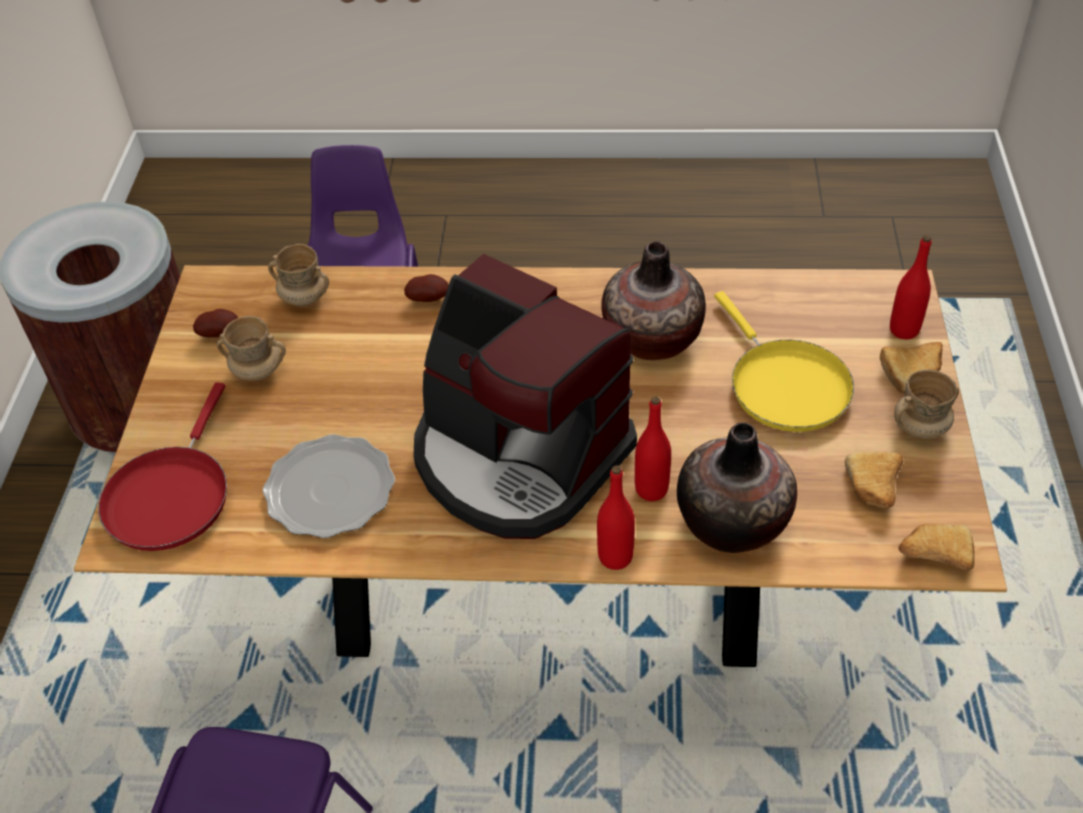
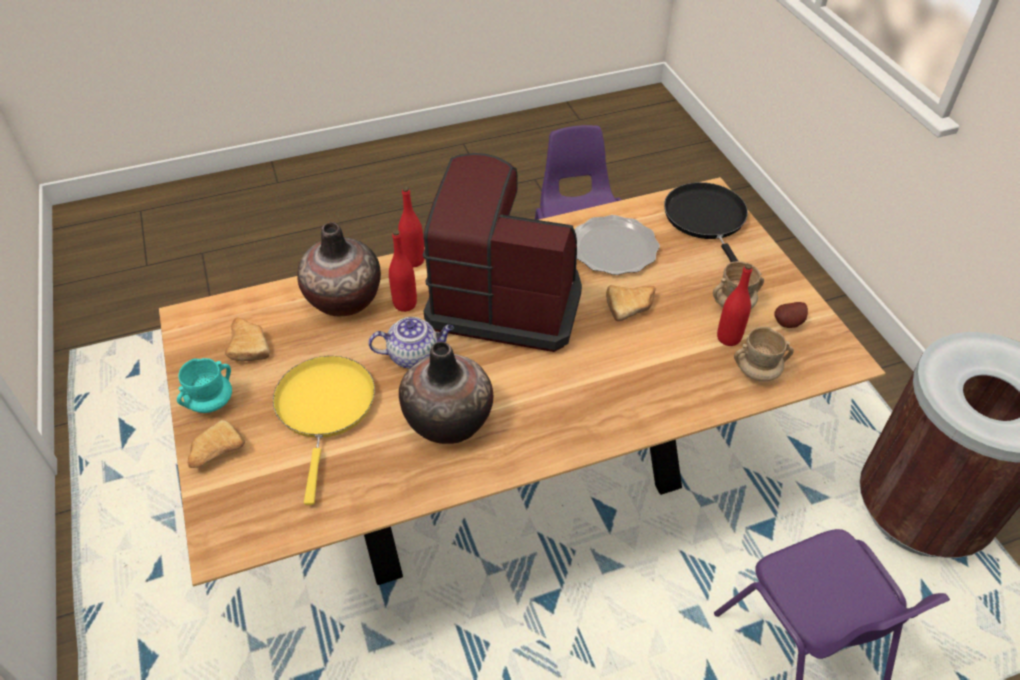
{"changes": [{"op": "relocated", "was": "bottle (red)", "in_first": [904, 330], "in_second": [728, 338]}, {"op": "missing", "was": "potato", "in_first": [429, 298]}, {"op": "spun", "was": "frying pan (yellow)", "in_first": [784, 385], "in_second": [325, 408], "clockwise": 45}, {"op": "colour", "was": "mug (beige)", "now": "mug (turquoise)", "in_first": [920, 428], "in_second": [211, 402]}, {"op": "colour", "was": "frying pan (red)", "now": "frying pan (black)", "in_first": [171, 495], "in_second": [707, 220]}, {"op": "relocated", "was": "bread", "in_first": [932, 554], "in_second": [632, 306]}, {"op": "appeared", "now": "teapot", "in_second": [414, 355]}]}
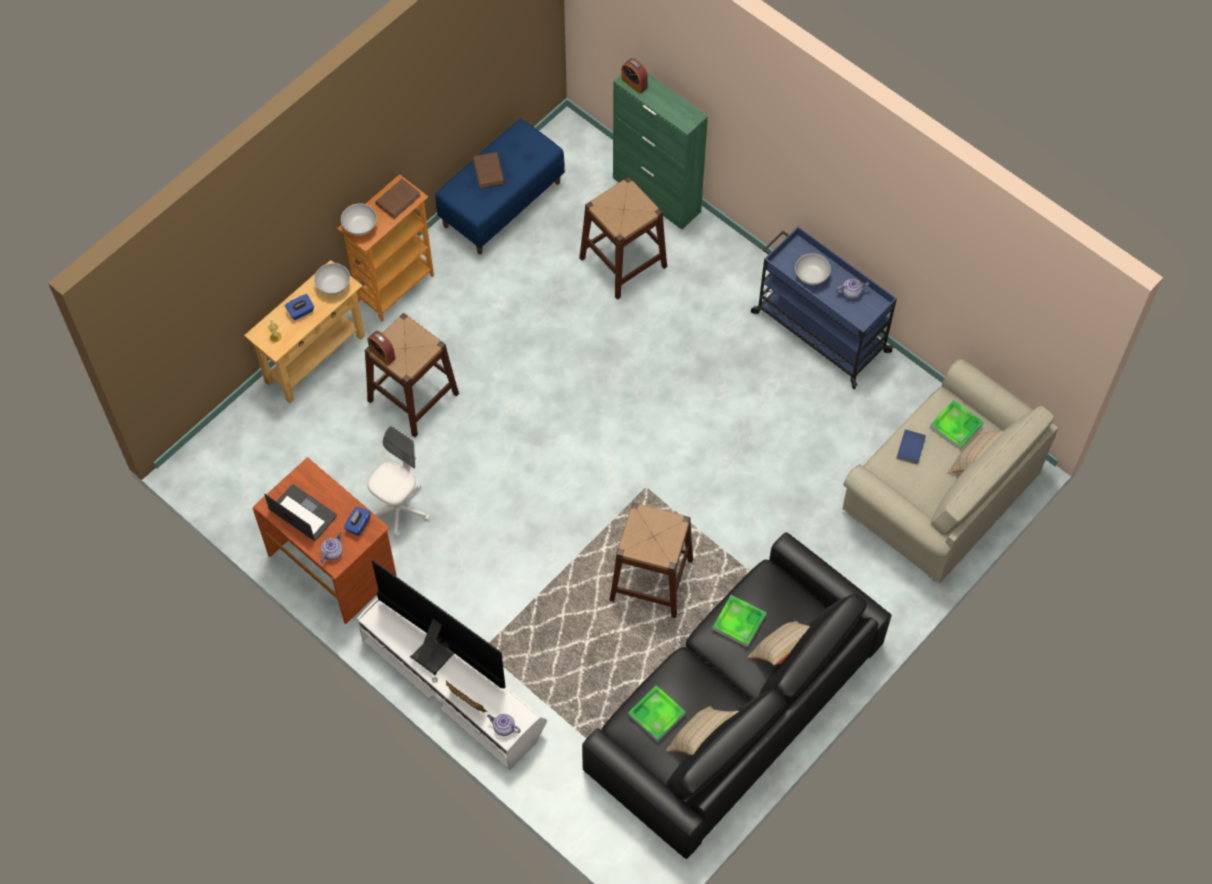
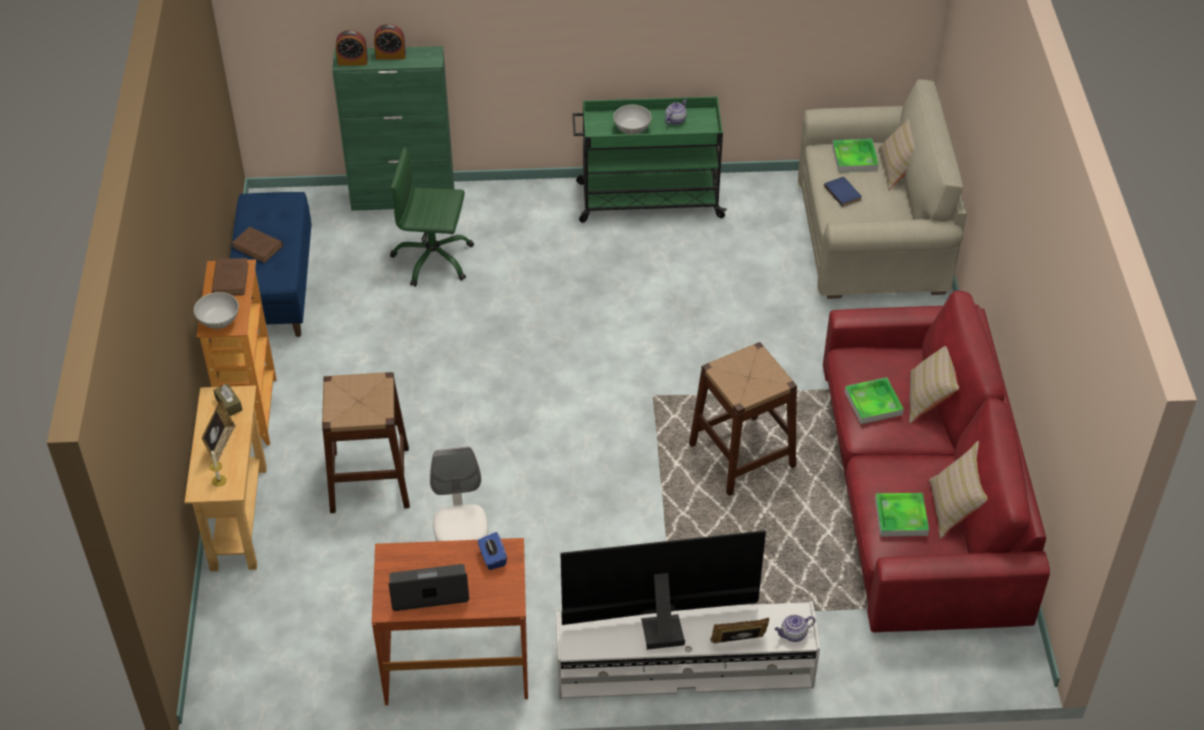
{"changes": [{"op": "exchanged", "was": "stool (brown)", "now": "office chair (green)", "in_first": [623, 262], "in_second": [433, 259]}, {"op": "colour", "was": "cart (blue)", "now": "cart (green)", "in_first": [819, 331], "in_second": [647, 200]}, {"op": "exchanged", "was": "bowl (white)", "now": "tissue box (brown)", "in_first": [333, 286], "in_second": [228, 404]}, {"op": "exchanged", "was": "tissue box (blue)", "now": "picture frame", "in_first": [301, 312], "in_second": [220, 445]}, {"op": "relocated", "was": "alarm clock", "in_first": [382, 354], "in_second": [390, 55]}, {"op": "missing", "was": "teapot", "in_first": [332, 552]}, {"op": "colour", "was": "sofa (black)", "now": "sofa (red)", "in_first": [733, 705], "in_second": [918, 490]}]}
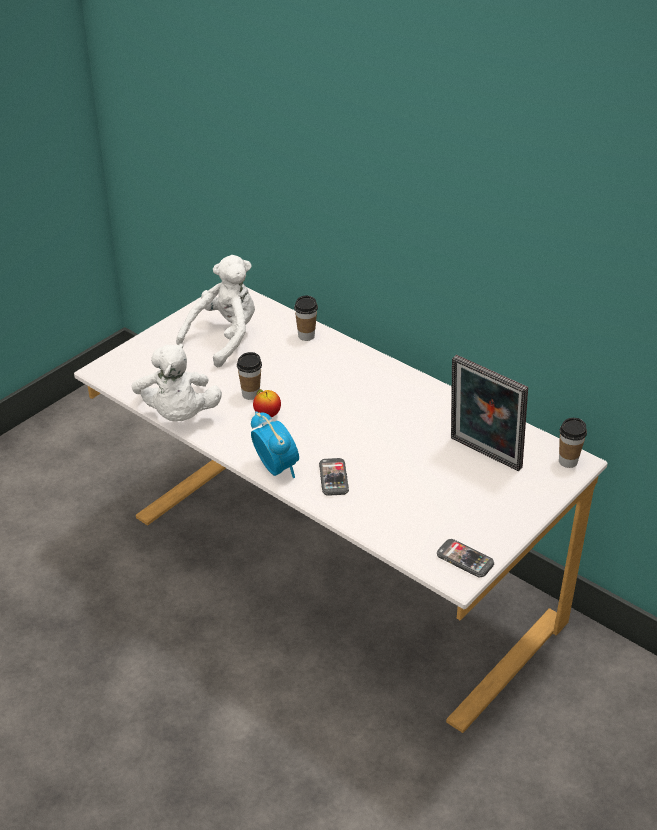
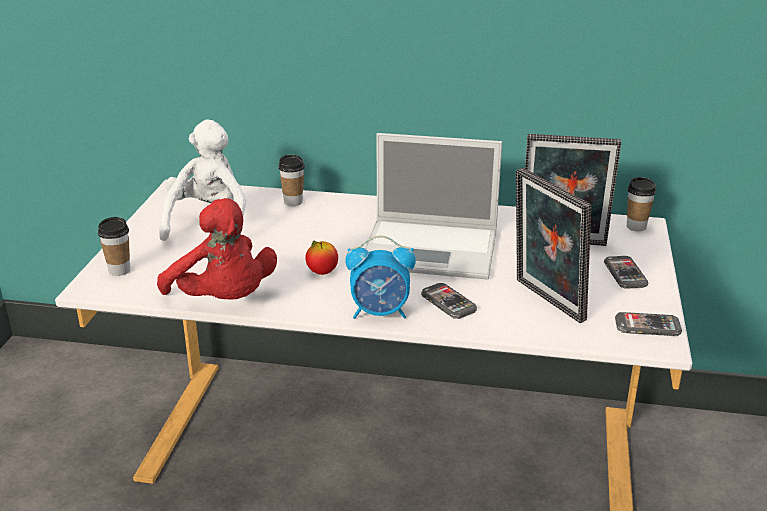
{"changes": [{"op": "colour", "was": "plush toy (white)", "now": "plush toy (red)", "in_first": [178, 415], "in_second": [224, 300]}, {"op": "relocated", "was": "cup", "in_first": [250, 394], "in_second": [119, 270]}, {"op": "spun", "was": "alarm clock", "in_first": [276, 468], "in_second": [380, 313], "clockwise": 150}, {"op": "appeared", "now": "laptop", "in_second": [433, 249]}, {"op": "appeared", "now": "picture frame", "in_second": [545, 301]}, {"op": "appeared", "now": "phone", "in_second": [625, 274]}]}
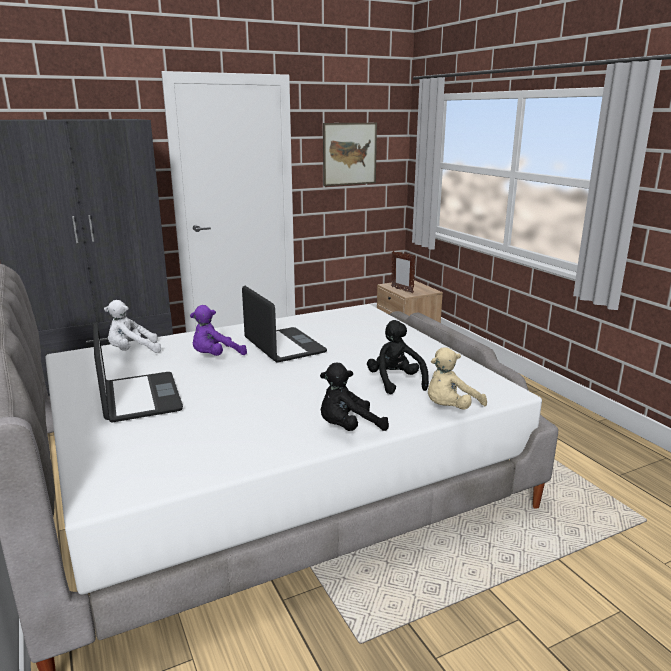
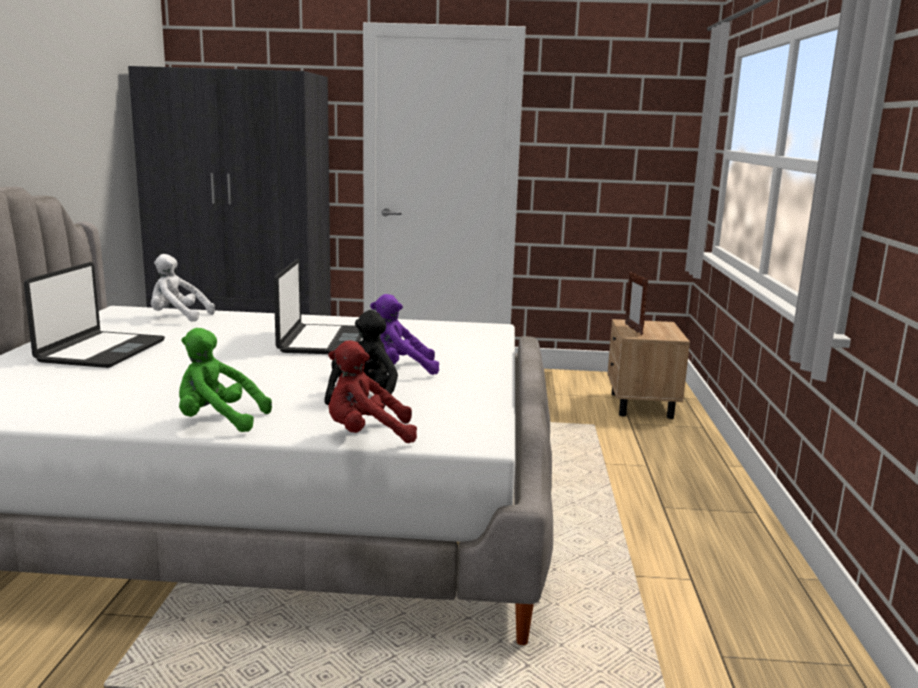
{"changes": [{"op": "missing", "was": "picture", "in_first": [349, 154]}, {"op": "relocated", "was": "plush toy (purple)", "in_first": [216, 357], "in_second": [399, 370]}, {"op": "colour", "was": "plush toy (beige)", "now": "plush toy (red)", "in_first": [450, 408], "in_second": [367, 435]}, {"op": "colour", "was": "plush toy (black)", "now": "plush toy (green)", "in_first": [348, 428], "in_second": [217, 421]}]}
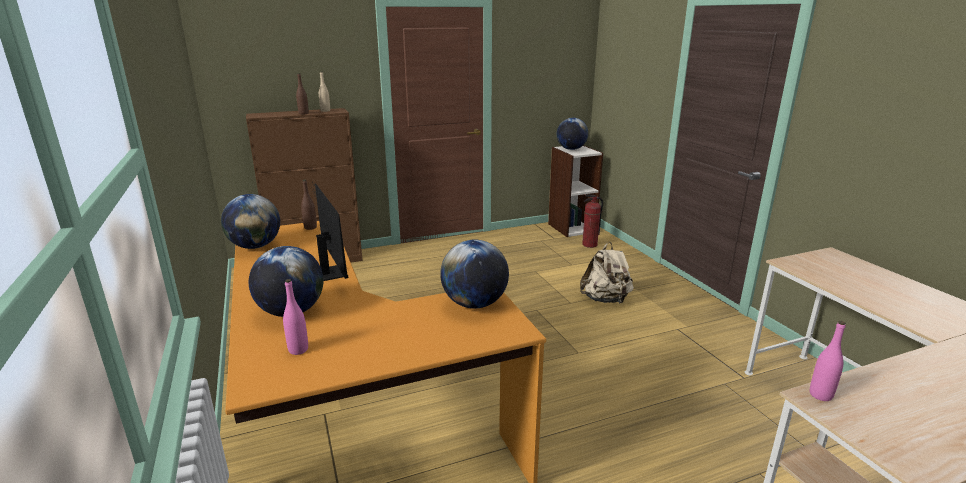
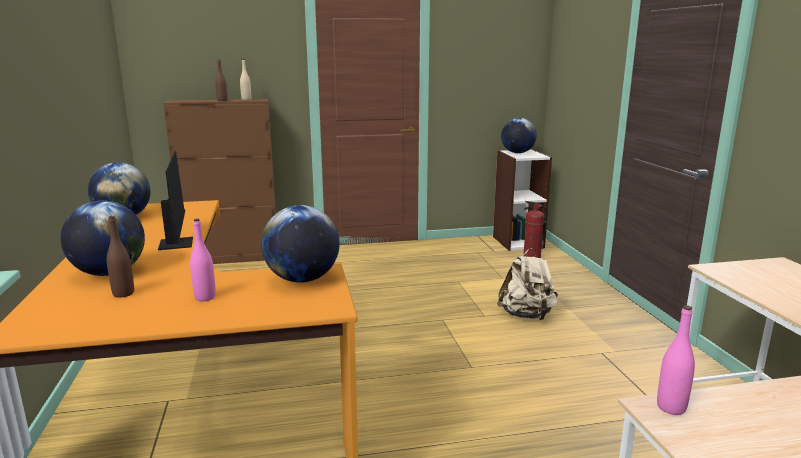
{"changes": [{"op": "relocated", "was": "bottle (brown)", "in_first": [310, 227], "in_second": [123, 294]}, {"op": "relocated", "was": "bottle (pink)", "in_first": [298, 350], "in_second": [205, 297]}]}
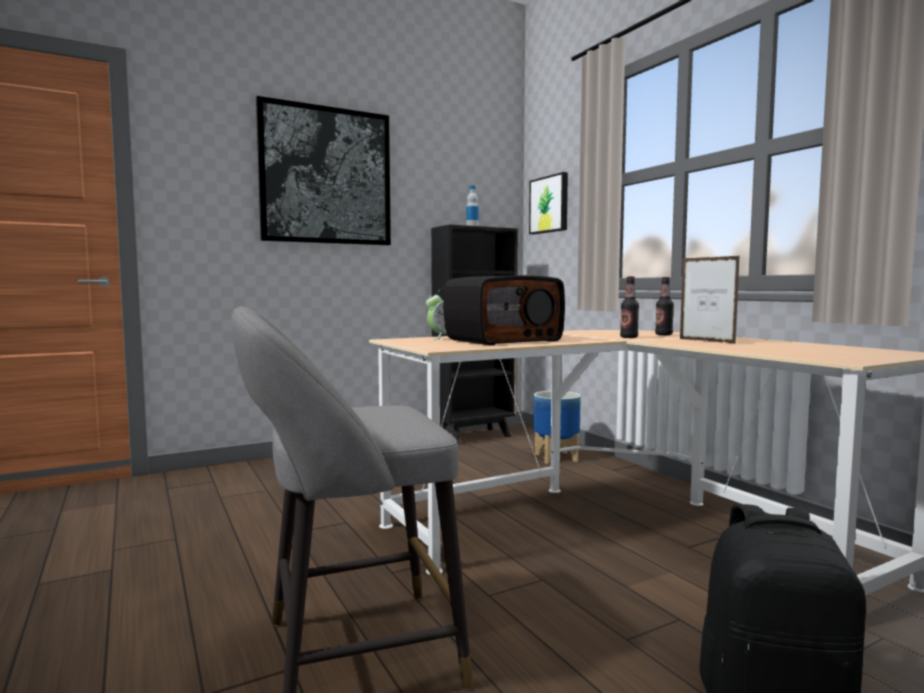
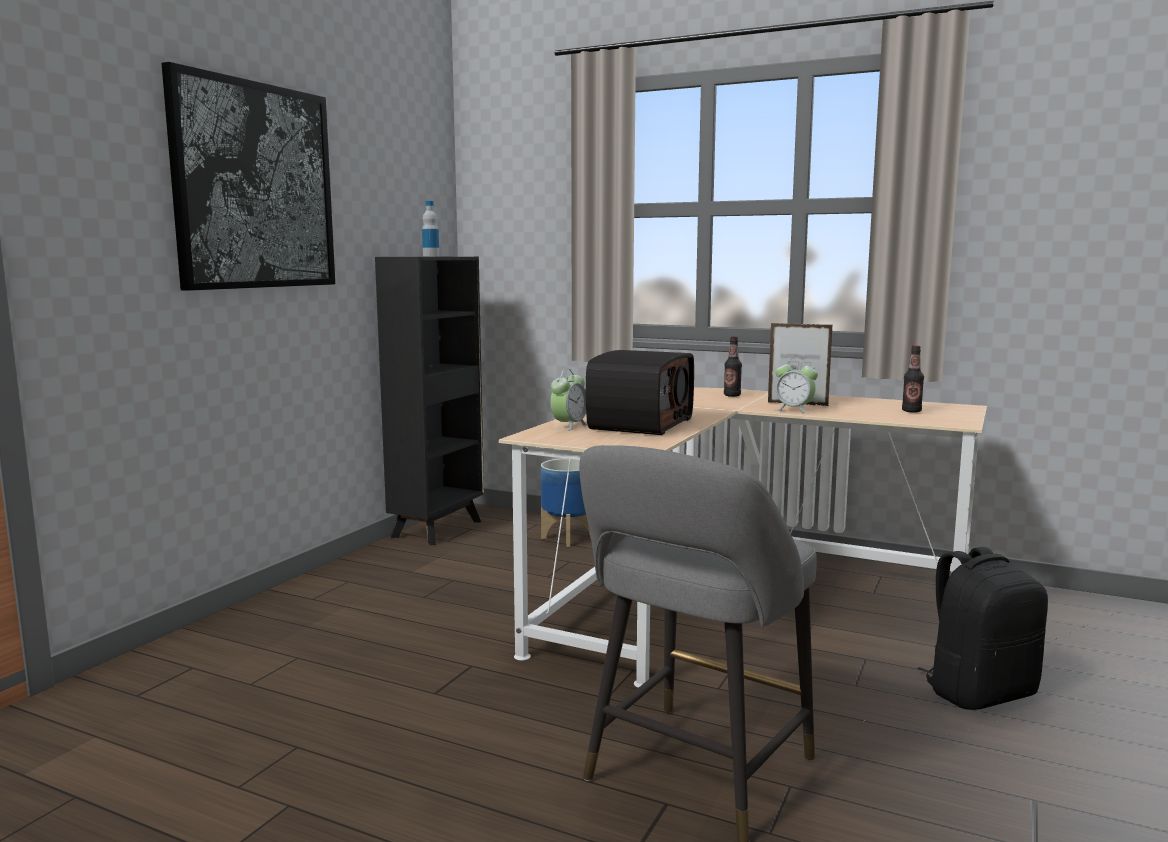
{"changes": [{"op": "missing", "was": "picture", "in_first": [550, 204]}, {"op": "relocated", "was": "bottle", "in_first": [629, 337], "in_second": [911, 411]}, {"op": "appeared", "now": "alarm clock", "in_second": [794, 410]}]}
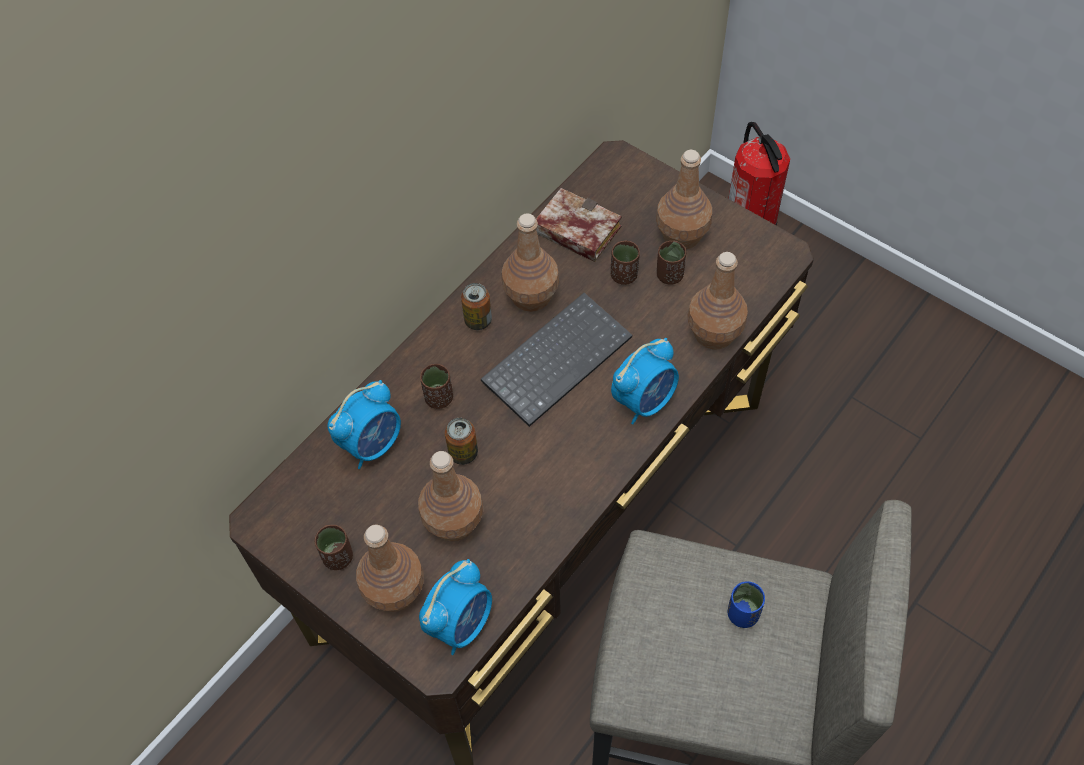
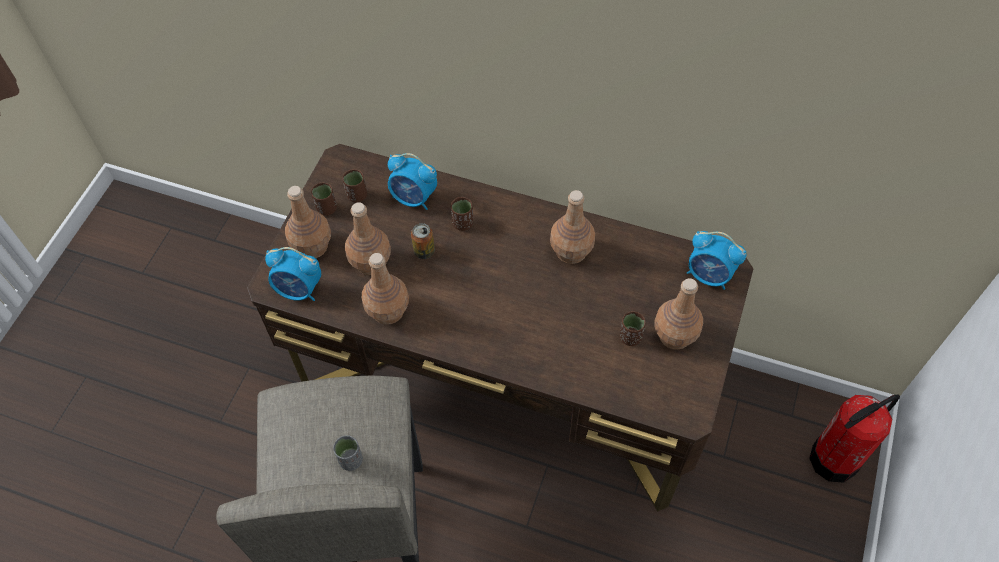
{"changes": [{"op": "missing", "was": "book", "in_first": [573, 231]}, {"op": "relocated", "was": "cup (brown)", "in_first": [624, 275], "in_second": [357, 195]}, {"op": "relocated", "was": "bottle (brown)", "in_first": [714, 333], "in_second": [387, 311]}, {"op": "missing", "was": "can", "in_first": [478, 320]}, {"op": "missing", "was": "keyboard", "in_first": [556, 357]}, {"op": "relocated", "was": "alarm clock", "in_first": [644, 401], "in_second": [709, 275]}, {"op": "colour", "was": "cup (blue)", "now": "cup (grey)", "in_first": [742, 614], "in_second": [350, 460]}]}
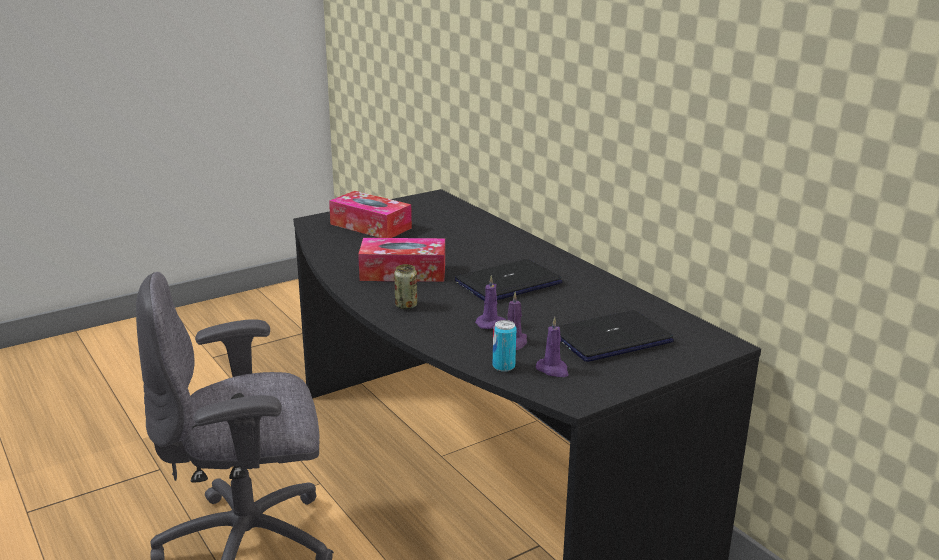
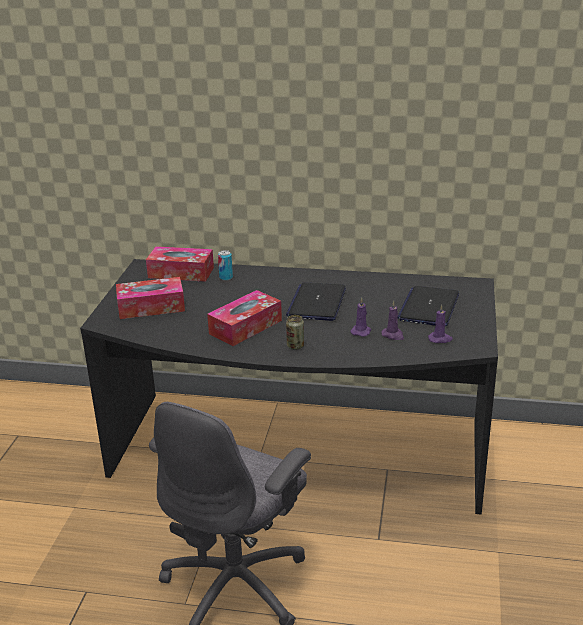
{"changes": [{"op": "relocated", "was": "can", "in_first": [503, 366], "in_second": [226, 277]}, {"op": "appeared", "now": "tissue box", "in_second": [181, 272]}]}
